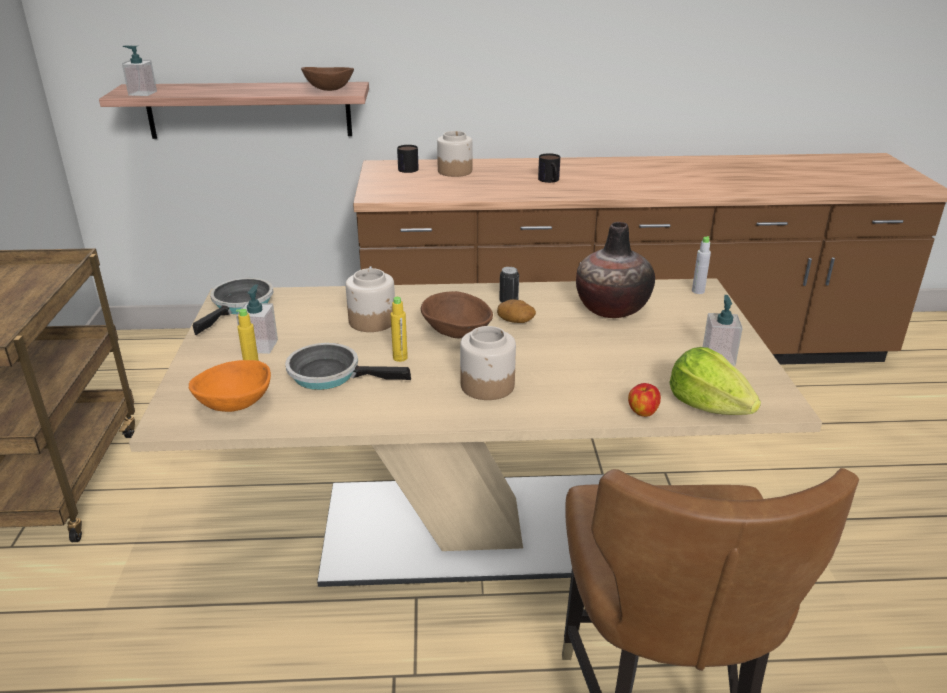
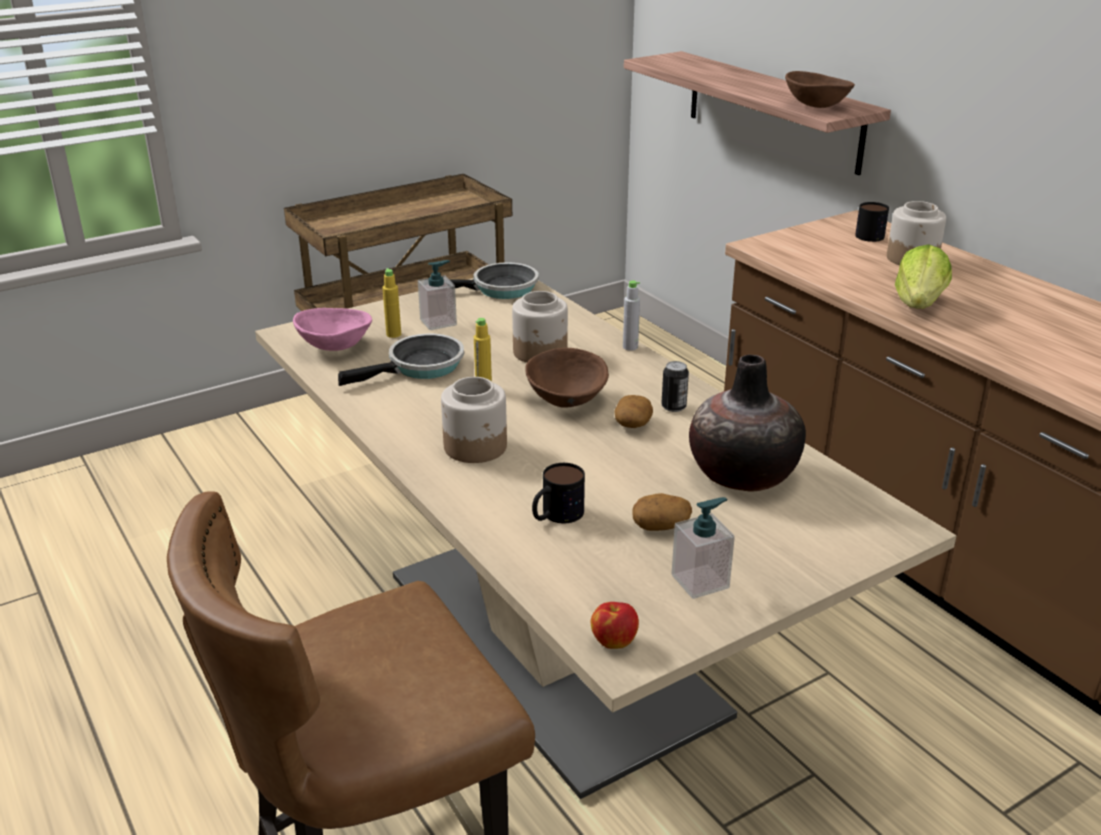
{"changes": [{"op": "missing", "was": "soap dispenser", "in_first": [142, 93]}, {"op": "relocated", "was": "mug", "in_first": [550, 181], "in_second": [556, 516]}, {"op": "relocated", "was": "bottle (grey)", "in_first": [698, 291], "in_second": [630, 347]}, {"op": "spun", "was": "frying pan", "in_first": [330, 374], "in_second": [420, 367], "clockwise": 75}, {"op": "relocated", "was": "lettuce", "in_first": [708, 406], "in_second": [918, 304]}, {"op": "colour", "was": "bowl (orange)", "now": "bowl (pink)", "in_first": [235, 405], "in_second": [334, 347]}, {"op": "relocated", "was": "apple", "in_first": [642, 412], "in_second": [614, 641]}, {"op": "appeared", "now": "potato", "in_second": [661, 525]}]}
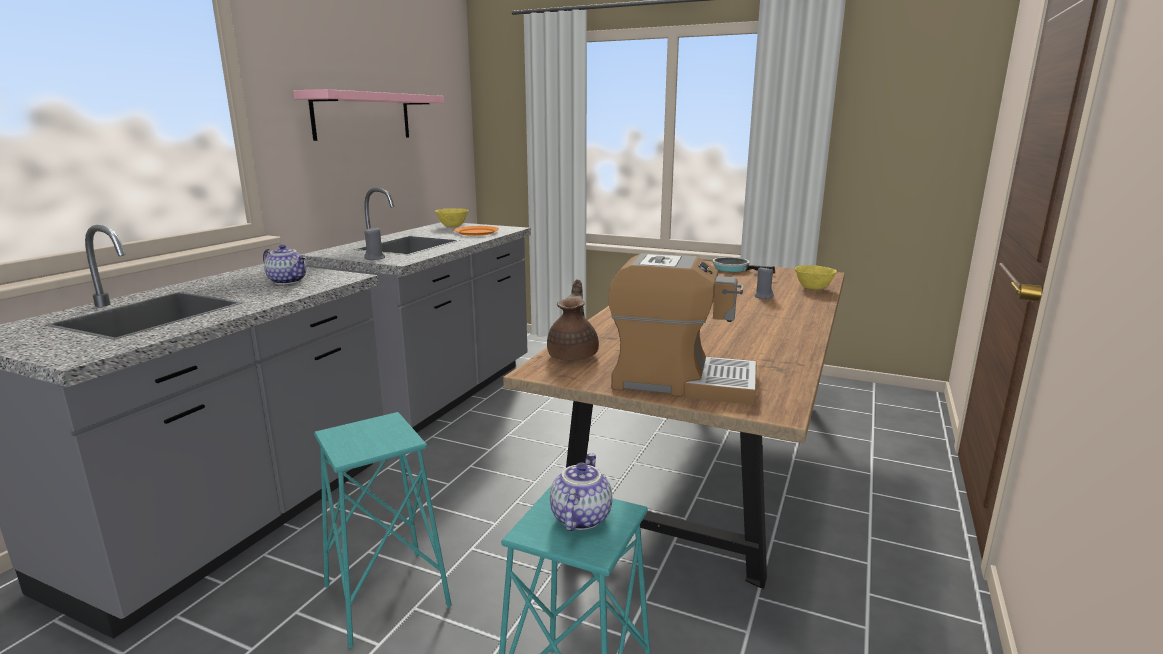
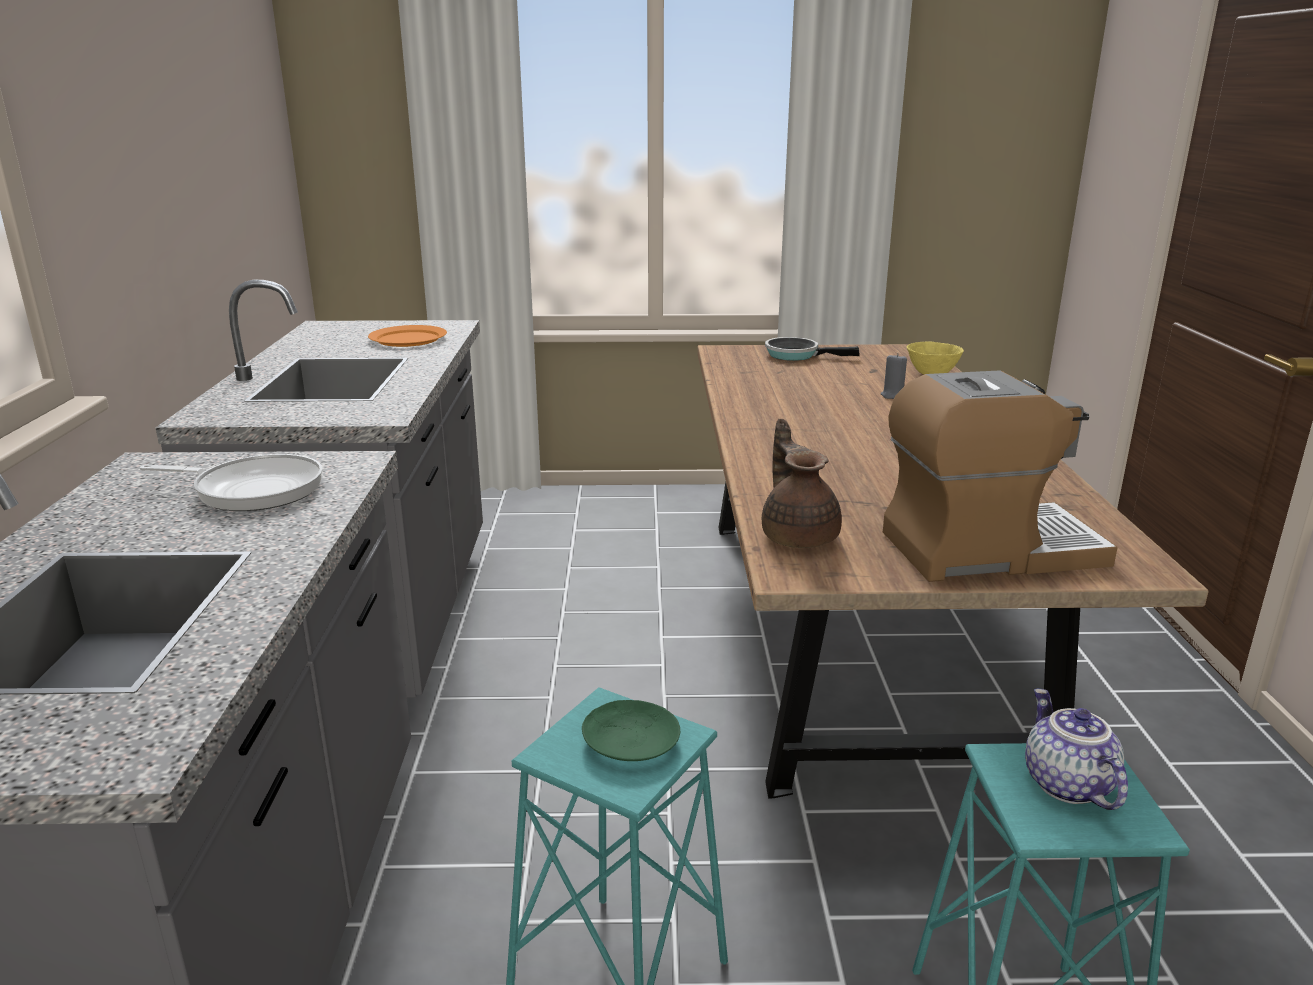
{"changes": [{"op": "missing", "was": "shelf (pink)", "in_first": [362, 116]}, {"op": "missing", "was": "bowl (yellow)", "in_first": [453, 227]}, {"op": "missing", "was": "candle (grey)", "in_first": [375, 258]}, {"op": "exchanged", "was": "teapot", "now": "frying pan", "in_first": [288, 281], "in_second": [253, 490]}, {"op": "appeared", "now": "plate (green)", "in_second": [630, 740]}]}
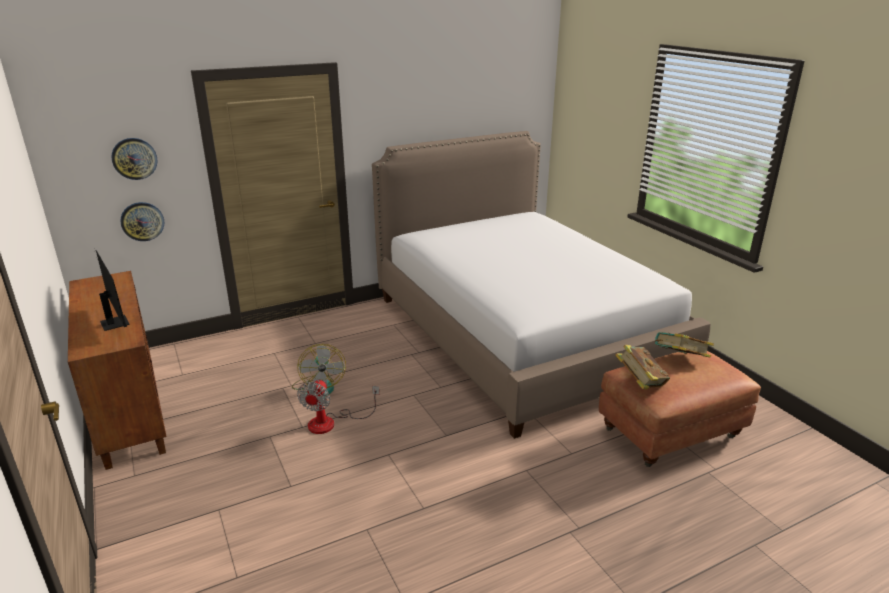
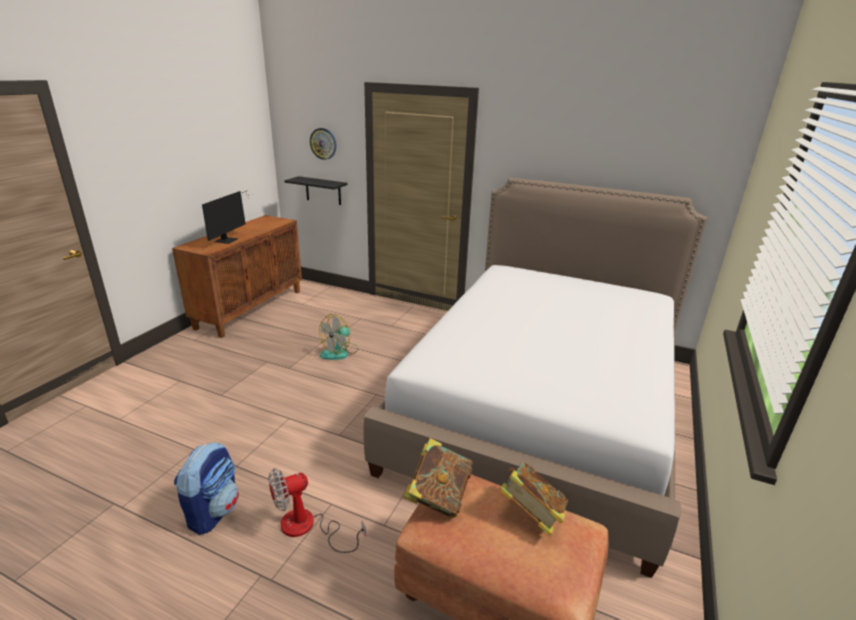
{"changes": [{"op": "exchanged", "was": "wall clock", "now": "shelf (black)", "in_first": [142, 221], "in_second": [323, 191]}, {"op": "relocated", "was": "fan", "in_first": [331, 422], "in_second": [308, 527]}, {"op": "appeared", "now": "backpack", "in_second": [213, 511]}]}
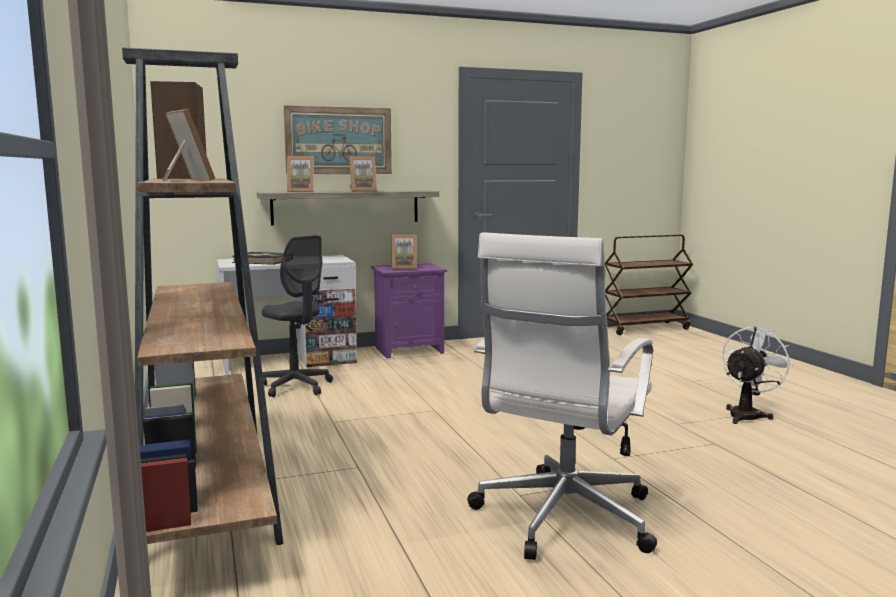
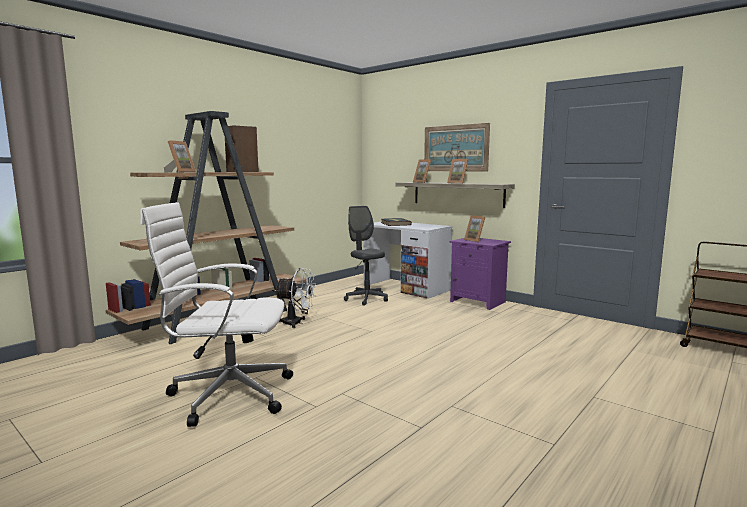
{"changes": [{"op": "spun", "was": "office chair (grey)", "in_first": [296, 387], "in_second": [366, 299], "clockwise": 135}, {"op": "relocated", "was": "fan (white)", "in_first": [748, 415], "in_second": [296, 323]}]}
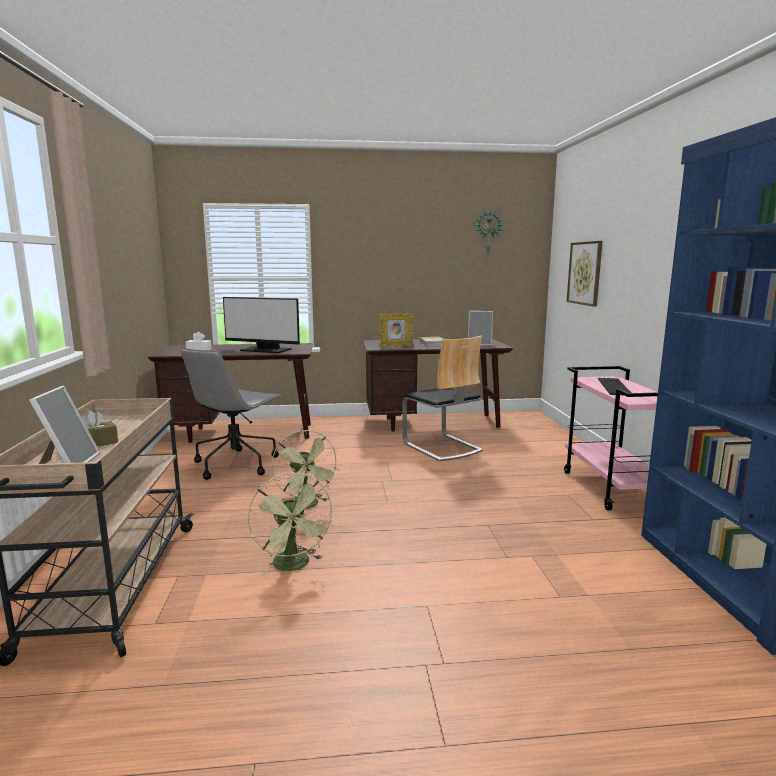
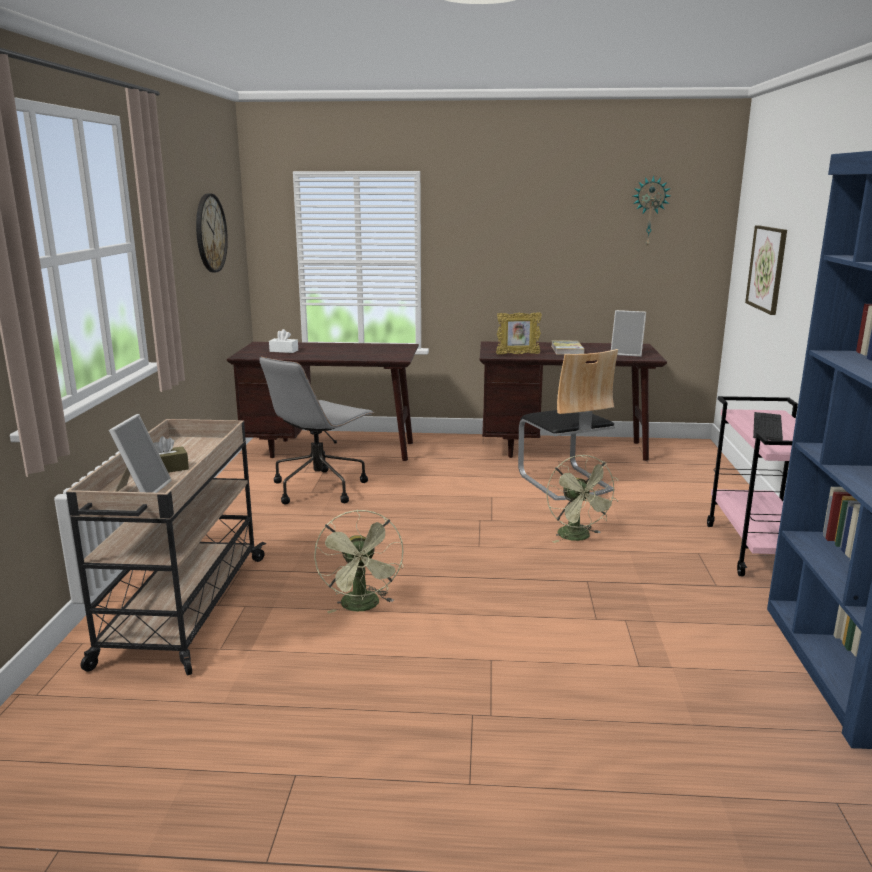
{"changes": [{"op": "missing", "was": "monitor", "in_first": [265, 350]}, {"op": "relocated", "was": "fan (green)", "in_first": [307, 506], "in_second": [578, 537]}, {"op": "appeared", "now": "wall clock", "in_second": [210, 233]}]}
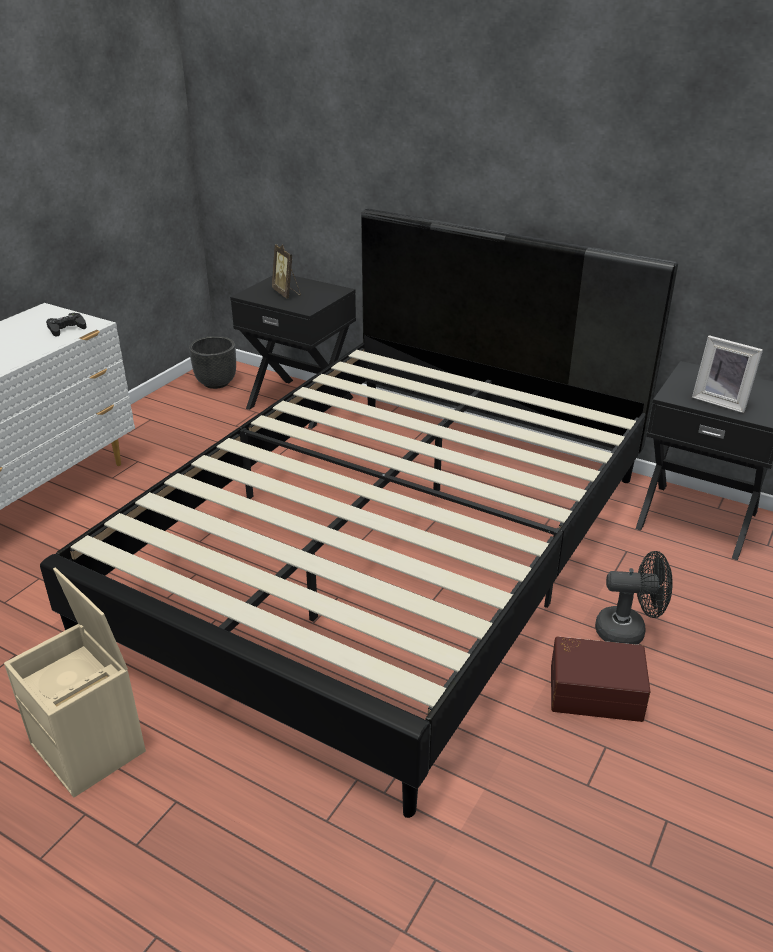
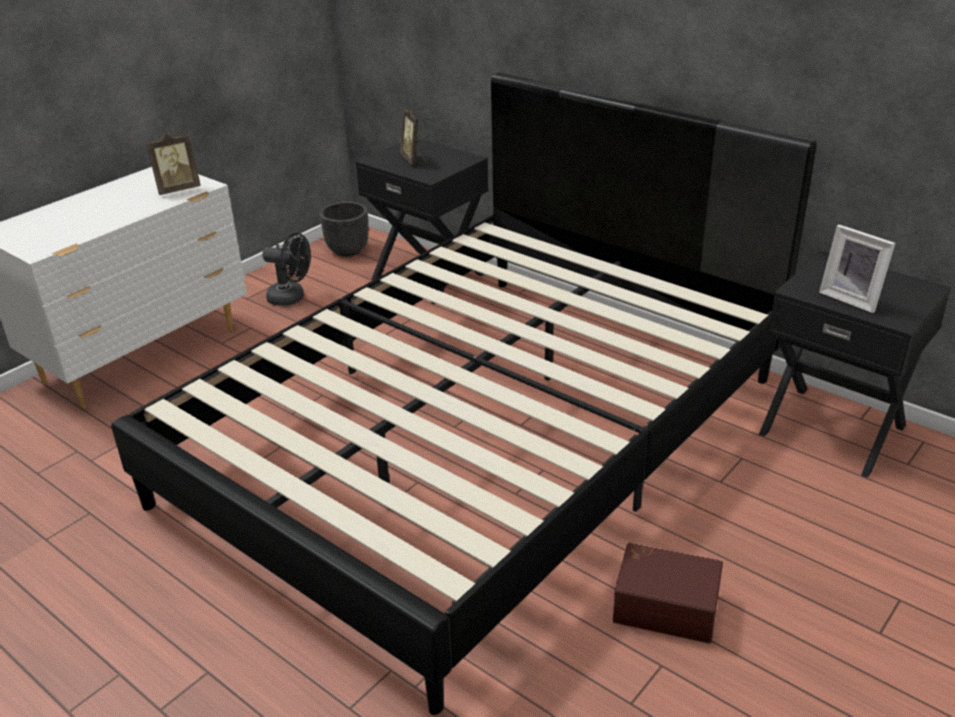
{"changes": [{"op": "exchanged", "was": "game controller (black)", "now": "picture frame", "in_first": [66, 329], "in_second": [178, 189]}, {"op": "relocated", "was": "fan (black)", "in_first": [628, 631], "in_second": [292, 298]}, {"op": "missing", "was": "storage box (beige)", "in_first": [90, 747]}]}
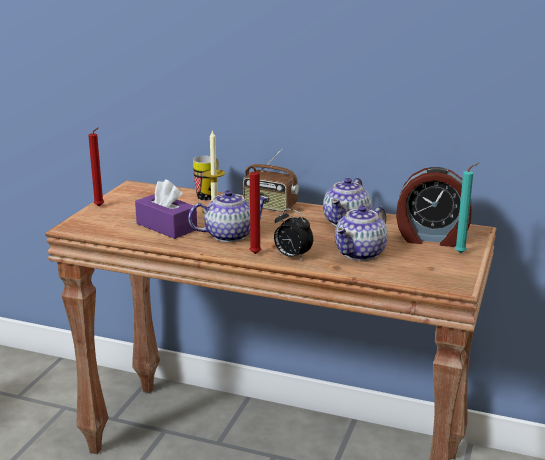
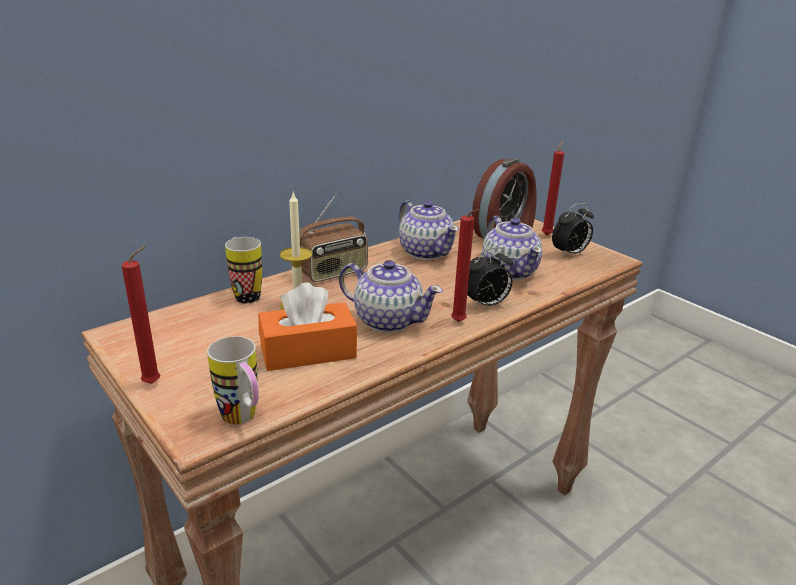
{"changes": [{"op": "colour", "was": "candle (turquoise)", "now": "candle (red)", "in_first": [462, 253], "in_second": [547, 234]}, {"op": "colour", "was": "tissue box (purple)", "now": "tissue box (orange)", "in_first": [166, 227], "in_second": [308, 352]}, {"op": "spun", "was": "teapot", "in_first": [228, 235], "in_second": [387, 320], "clockwise": 105}, {"op": "appeared", "now": "alarm clock", "in_second": [569, 253]}, {"op": "appeared", "now": "mug", "in_second": [243, 420]}]}
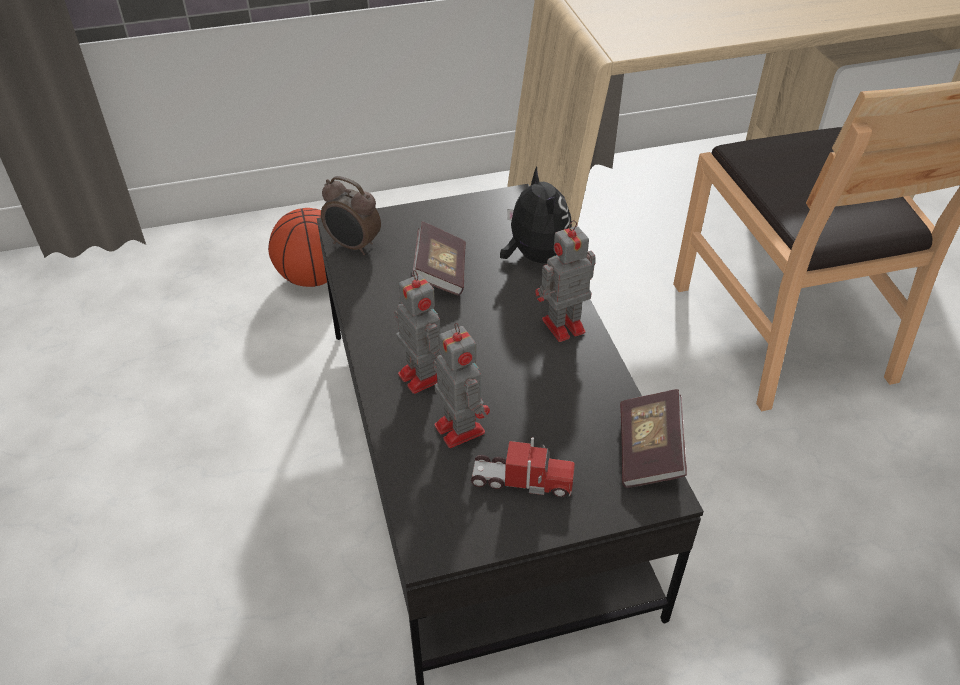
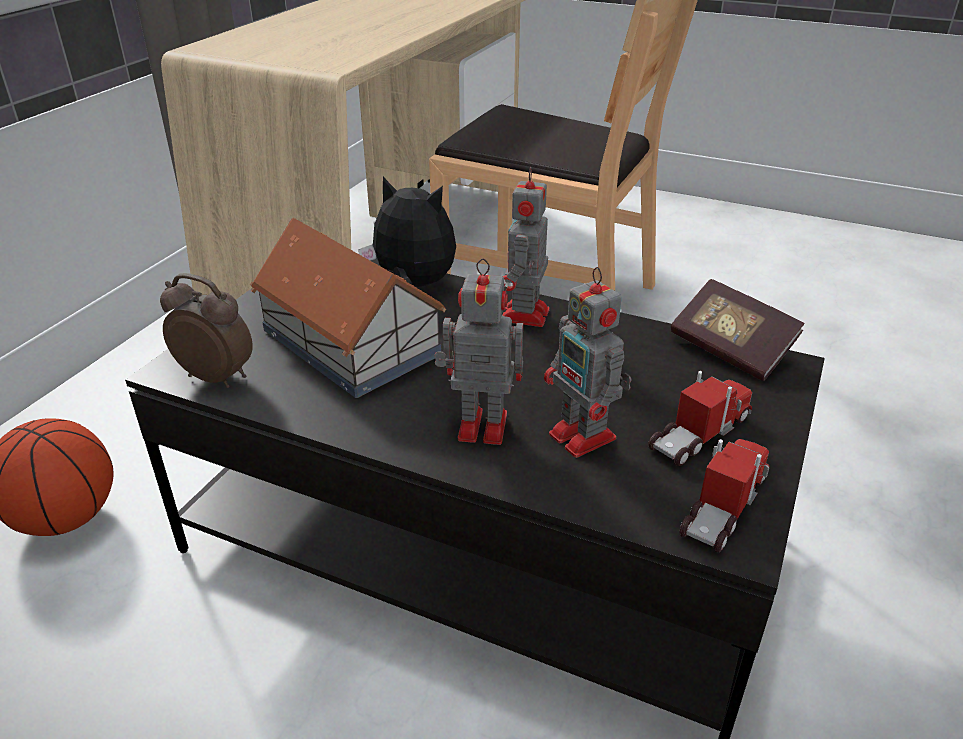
{"changes": [{"op": "spun", "was": "alarm clock", "in_first": [353, 246], "in_second": [217, 376], "clockwise": -135}, {"op": "exchanged", "was": "book", "now": "toy house", "in_first": [440, 272], "in_second": [351, 343]}, {"op": "spun", "was": "toy robot", "in_first": [458, 427], "in_second": [584, 438], "clockwise": -135}, {"op": "appeared", "now": "toy truck", "in_second": [723, 506]}]}
